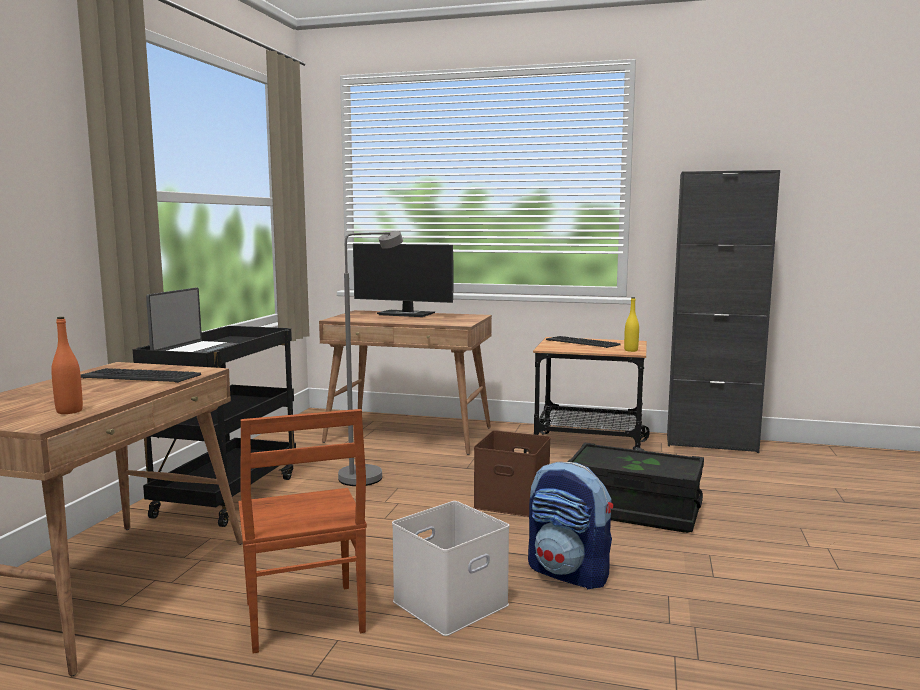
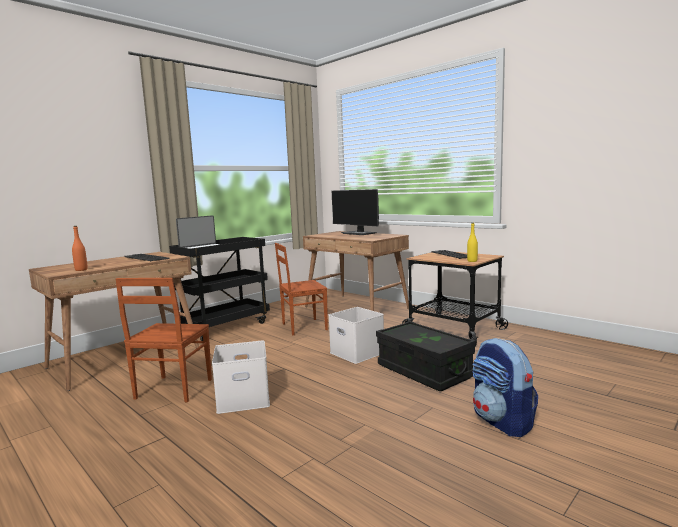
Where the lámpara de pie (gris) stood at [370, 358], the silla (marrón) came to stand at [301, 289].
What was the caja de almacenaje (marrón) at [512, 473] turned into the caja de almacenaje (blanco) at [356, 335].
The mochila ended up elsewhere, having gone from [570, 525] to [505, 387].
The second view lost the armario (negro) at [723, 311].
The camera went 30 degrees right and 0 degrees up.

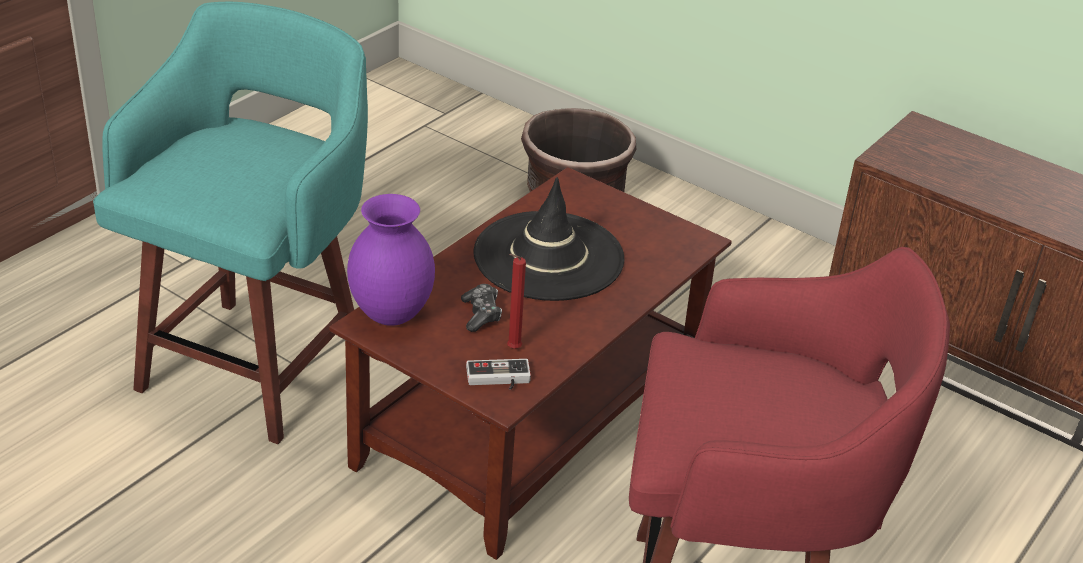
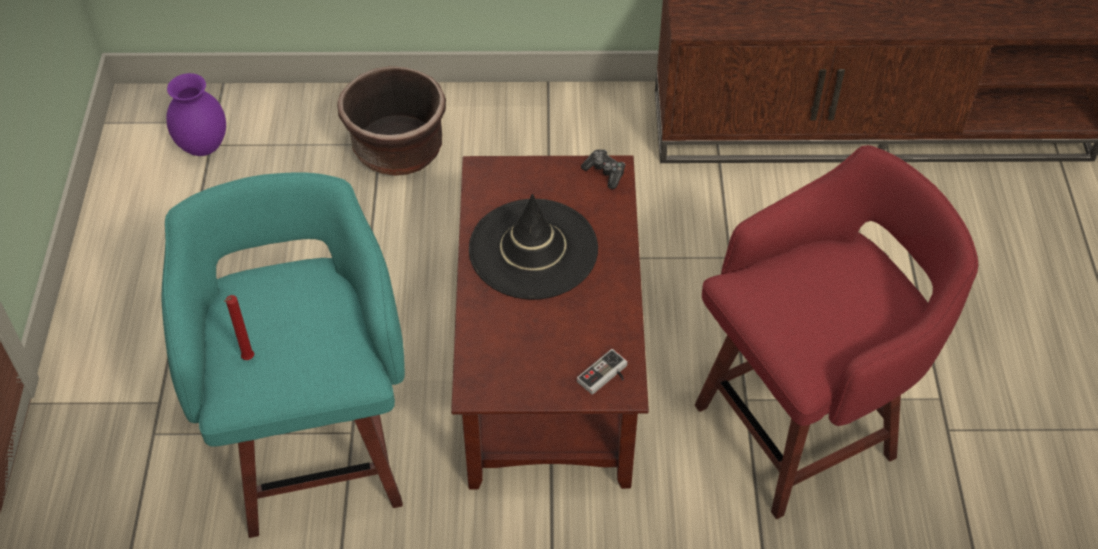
The florero (morado) ended up elsewhere, having gone from [391, 260] to [196, 114].
The mando de consola ended up elsewhere, having gone from [481, 308] to [603, 169].
The vela (rojo) ended up elsewhere, having gone from [516, 301] to [239, 327].
The camera went 35 degrees left and 15 degrees up.

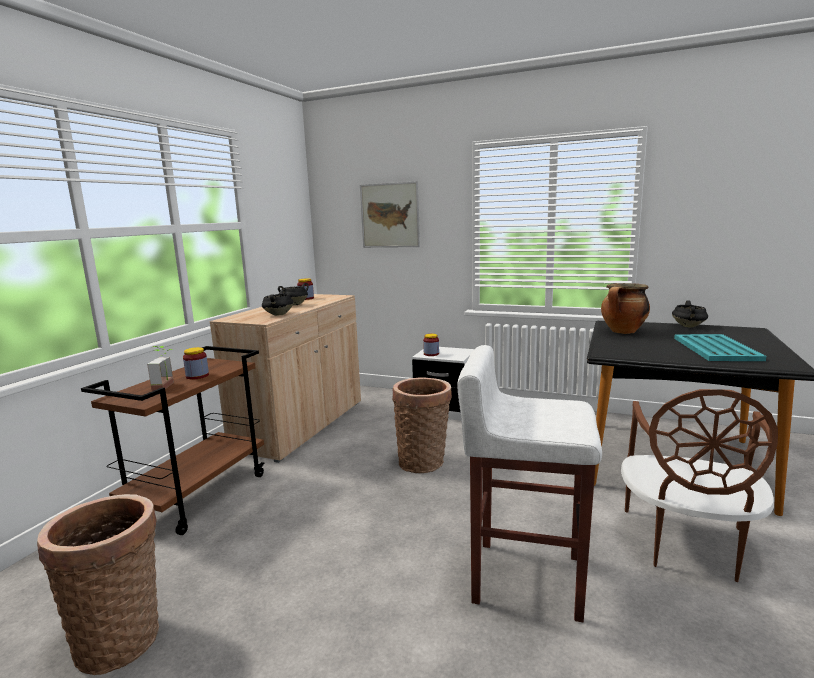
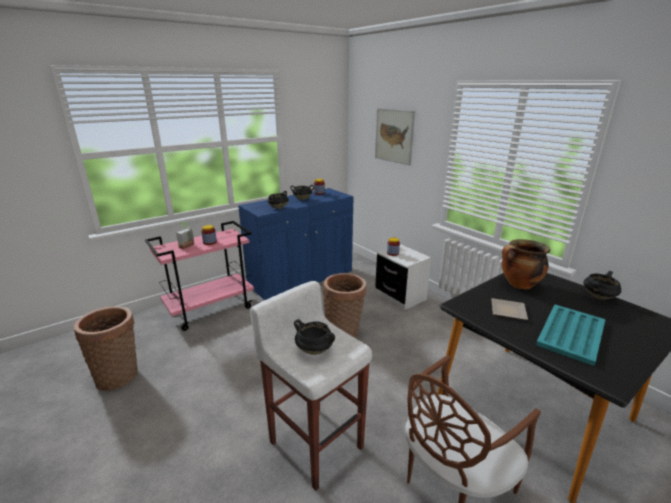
What was the carrito (marrón) at [172, 440] turned into the carrito (rosa) at [199, 276].
What was the armario (beis) at [285, 378] turned into the armario (azul) at [295, 244].
The second view gained the olla (negro) at [314, 337].
The second view gained the plato at [509, 309].
The camera went 30 degrees right and 10 degrees up.

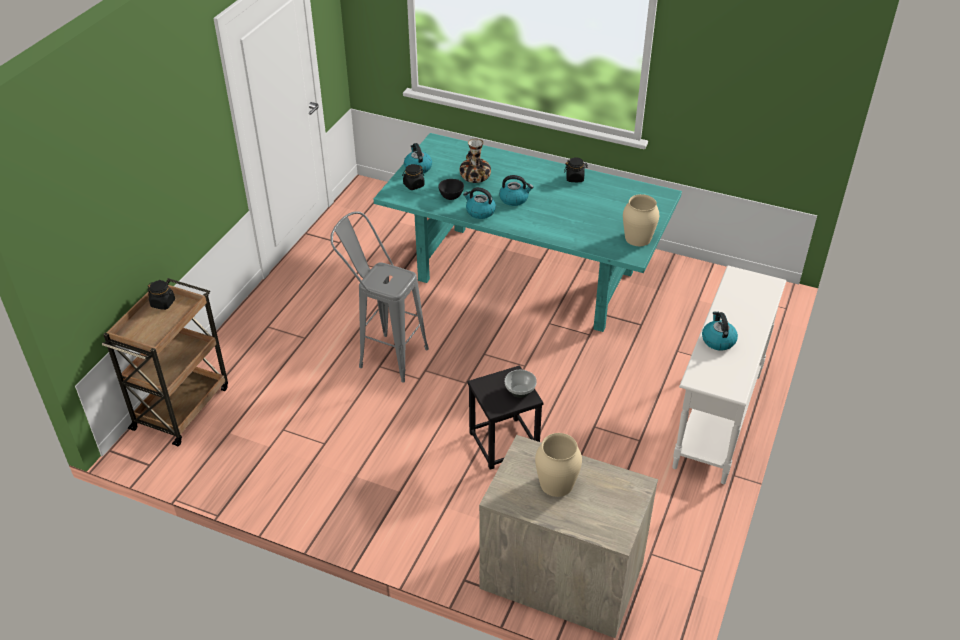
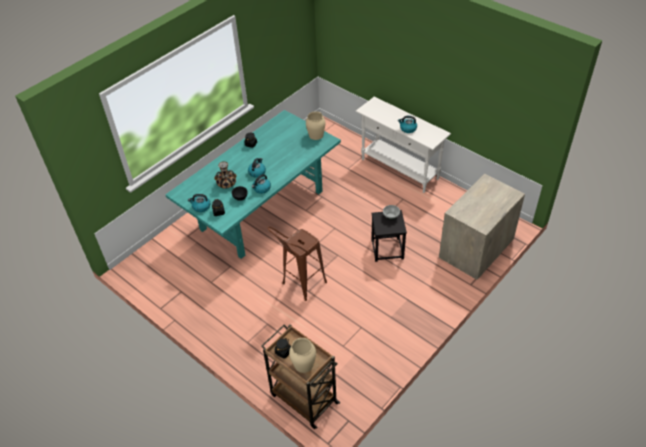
What was the taburete (gris) at [379, 297] turned into the taburete (marrón) at [297, 263].
The florero (beis) ended up elsewhere, having gone from [558, 465] to [302, 355].
The camera went 70 degrees left and 5 degrees up.

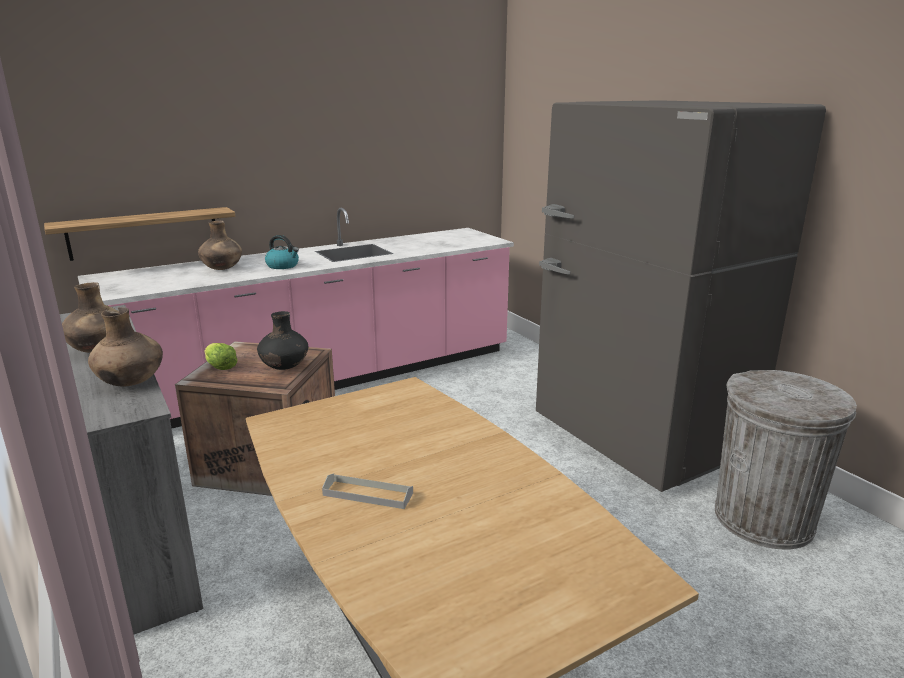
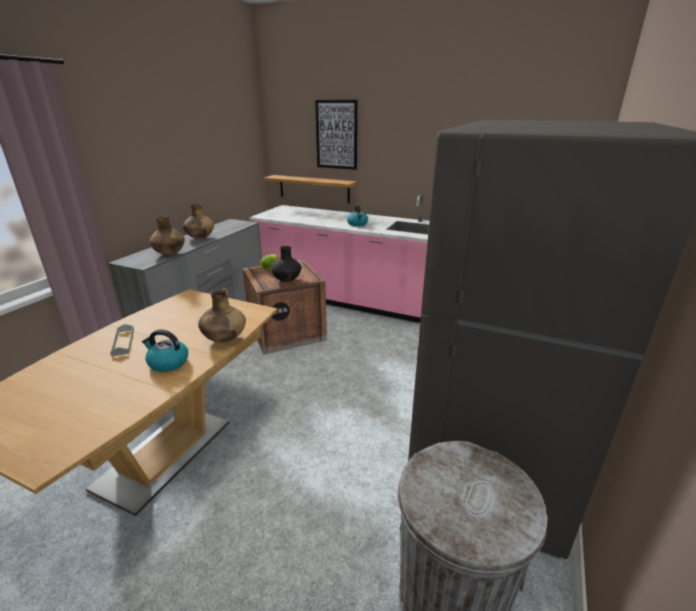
The florero (marrón) ended up elsewhere, having gone from [220, 245] to [222, 315].
The second view gained the hervidor at [165, 350].
The second view gained the cuadro at [336, 135].
The camera went 55 degrees right and 5 degrees up.

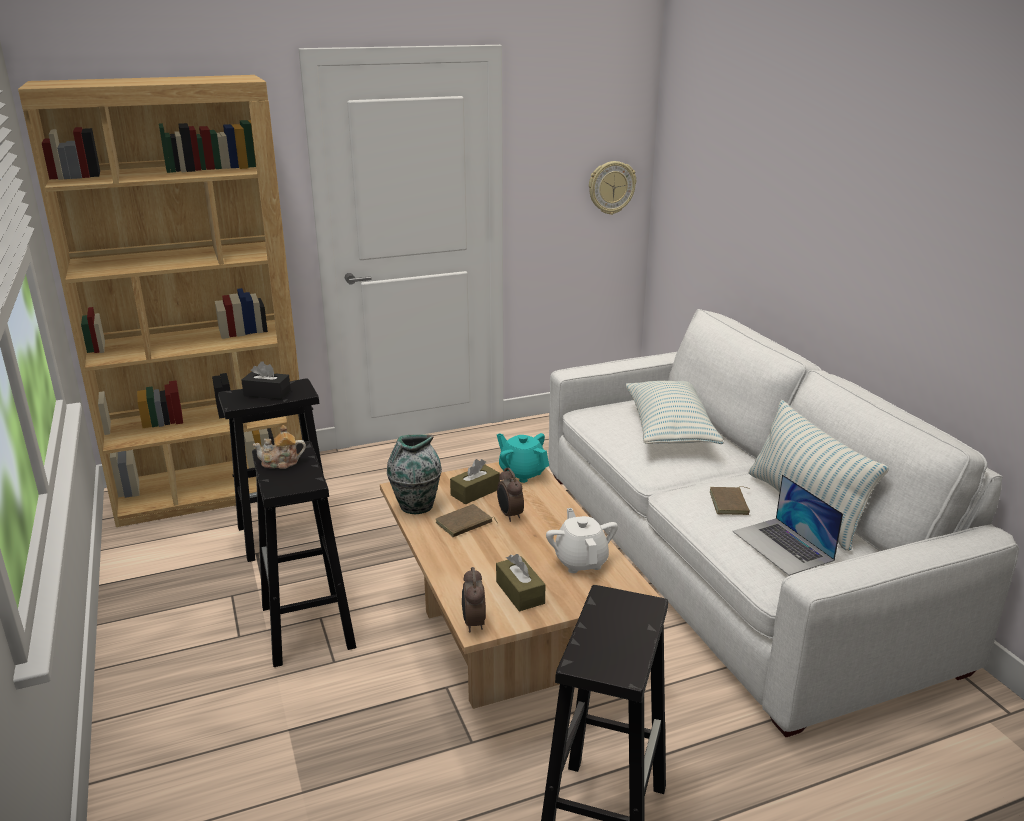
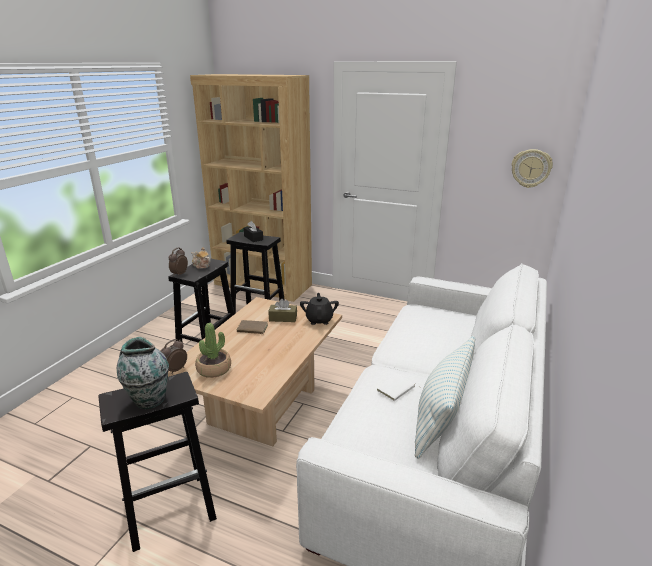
The florero ended up elsewhere, having gone from [414, 474] to [143, 373].
Where the caja de pañuelos (marrón) stood at [520, 582], the planta en maceta came to stand at [213, 350].
What was the tetera (turquesa) at [523, 458] turned into the tetera (negro) at [319, 309].
The despertador ended up elsewhere, having gone from [510, 495] to [178, 262].
The second view lost the tetera (blanco) at [582, 540].
The second view lost the cojín at [675, 412].
What was the libro (marrón) at [730, 500] turned into the libro (blanco) at [399, 387].
The second view lost the portátil at [788, 525].
The camera went 45 degrees right and 0 degrees up.

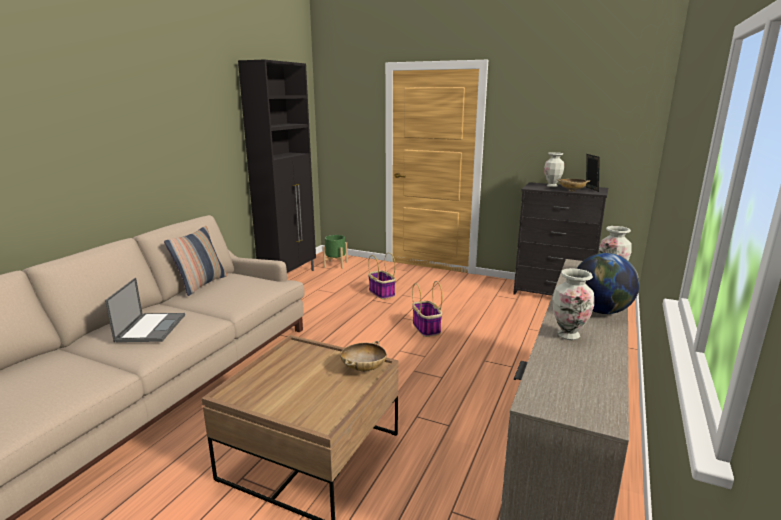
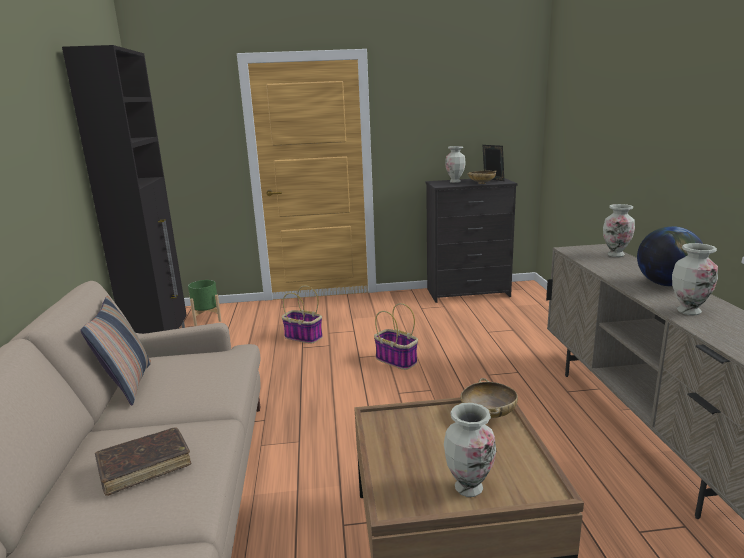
Where the portátil stood at [145, 310], the libro (marrón) came to stand at [143, 461].
The second view gained the florero at [470, 450].
The camera went 30 degrees left and 0 degrees up.

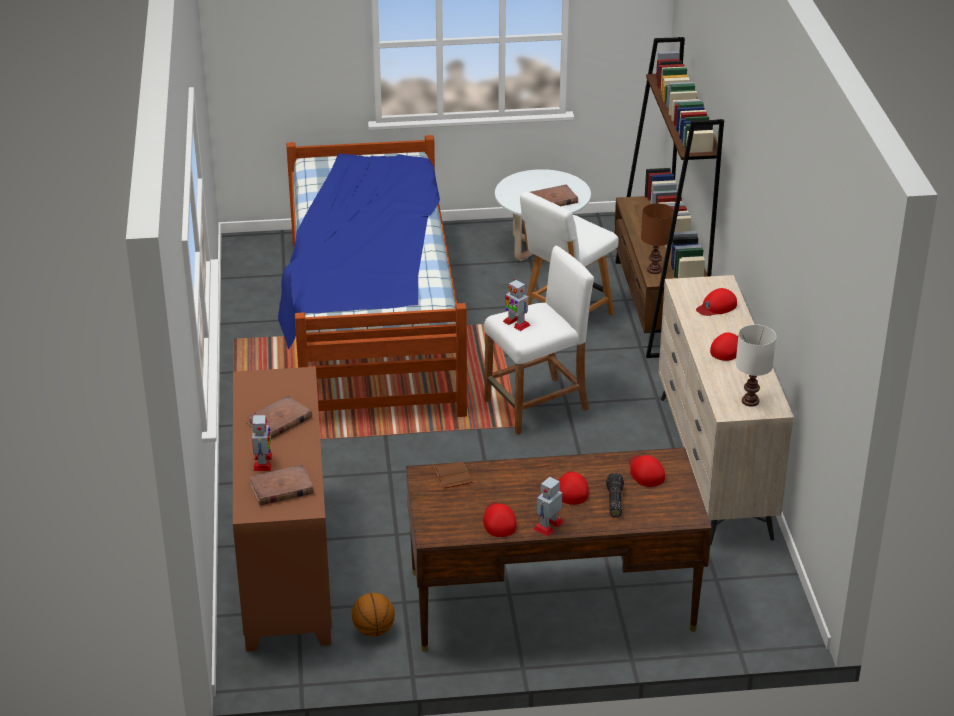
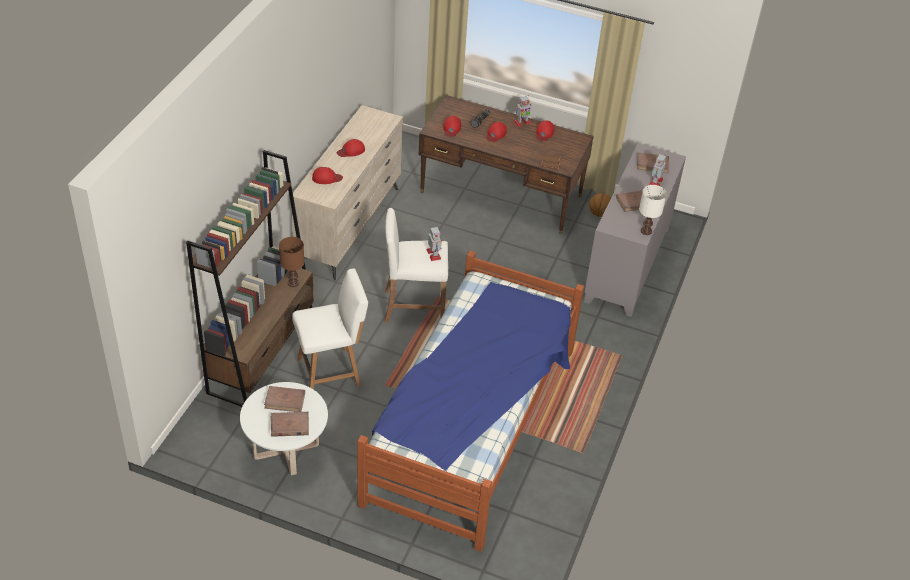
What was the armario (marrón) at [282, 509] turned into the armario (gris) at [635, 230].
The lámpara de mesa (blanco) ended up elsewhere, having gone from [756, 366] to [653, 210].
The second view gained the libro (marrón) at [290, 424].
The camera went 155 degrees left and 10 degrees up.

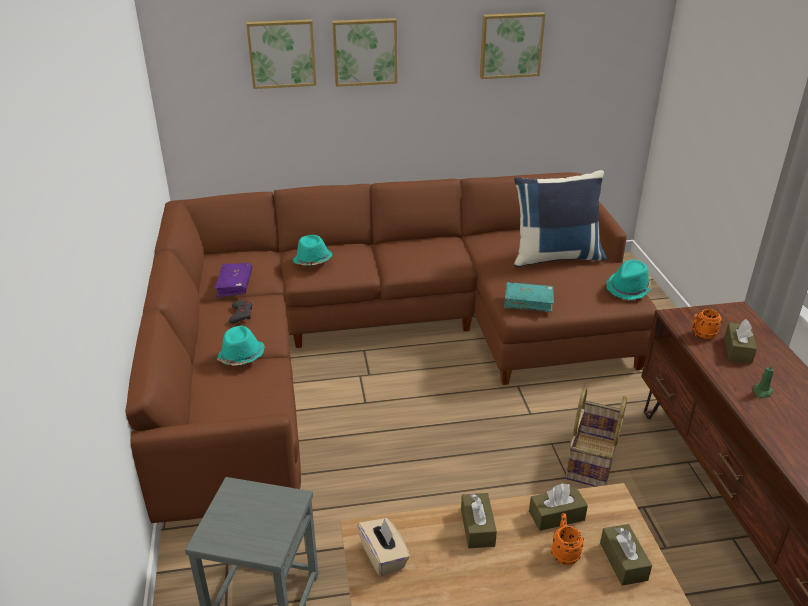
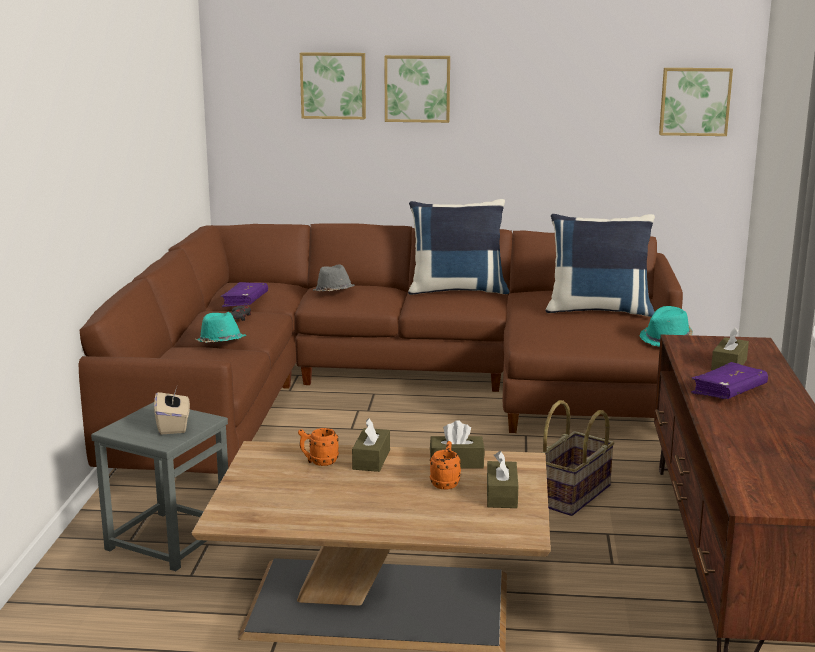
What was the sombrero (turquesa) at [312, 250] turned into the sombrero (gris) at [334, 277].
The caja de pañuelos (beis) ended up elsewhere, having gone from [383, 547] to [172, 409].
The cuadro ended up elsewhere, having gone from [512, 45] to [696, 102].
The second view lost the libro (turquesa) at [529, 297].
The taza grande (naranja) ended up elsewhere, having gone from [707, 324] to [318, 447].
Where the vela (verde) stood at [763, 381], the libro (morado) came to stand at [729, 380].
The second view gained the cojín (azul) at [459, 247].
The camera went 15 degrees right and 15 degrees down.

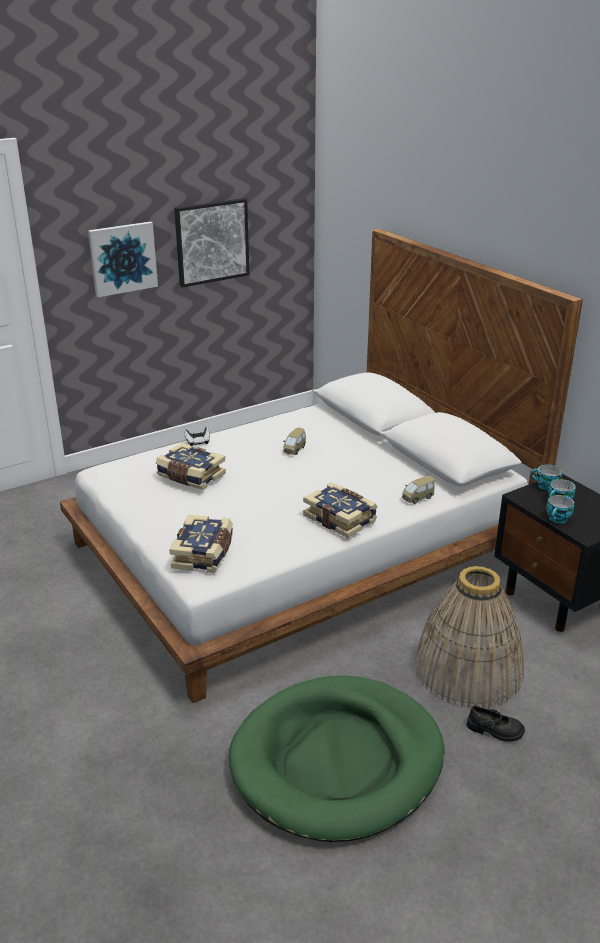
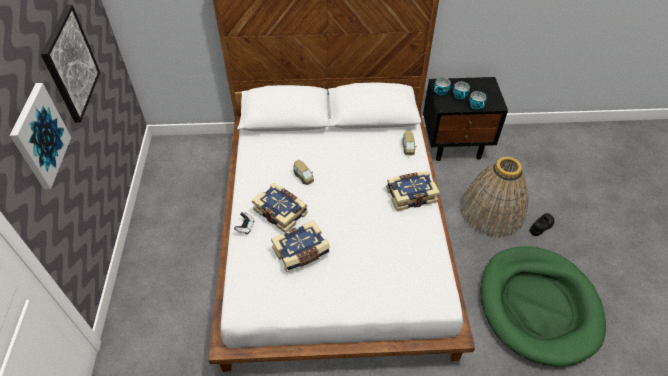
The libro ended up elsewhere, having gone from [201, 544] to [280, 208].
The camera went 60 degrees left and 20 degrees up.

